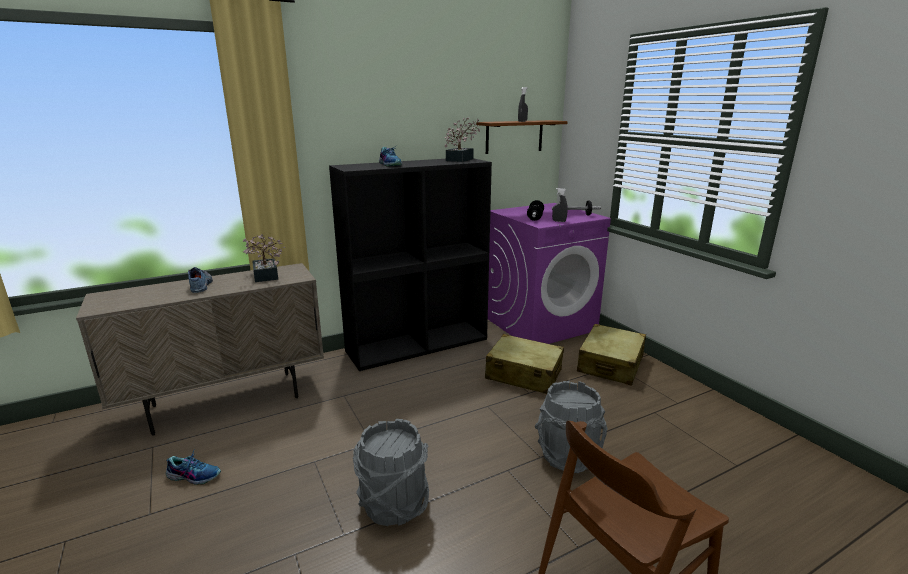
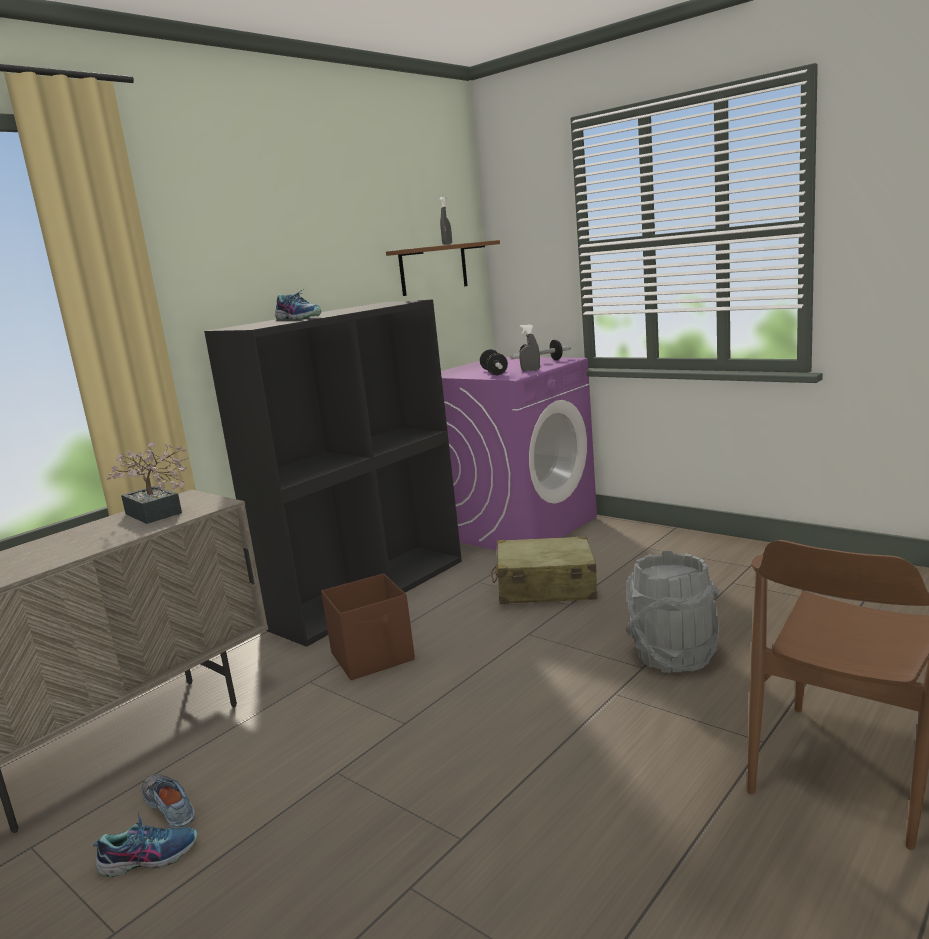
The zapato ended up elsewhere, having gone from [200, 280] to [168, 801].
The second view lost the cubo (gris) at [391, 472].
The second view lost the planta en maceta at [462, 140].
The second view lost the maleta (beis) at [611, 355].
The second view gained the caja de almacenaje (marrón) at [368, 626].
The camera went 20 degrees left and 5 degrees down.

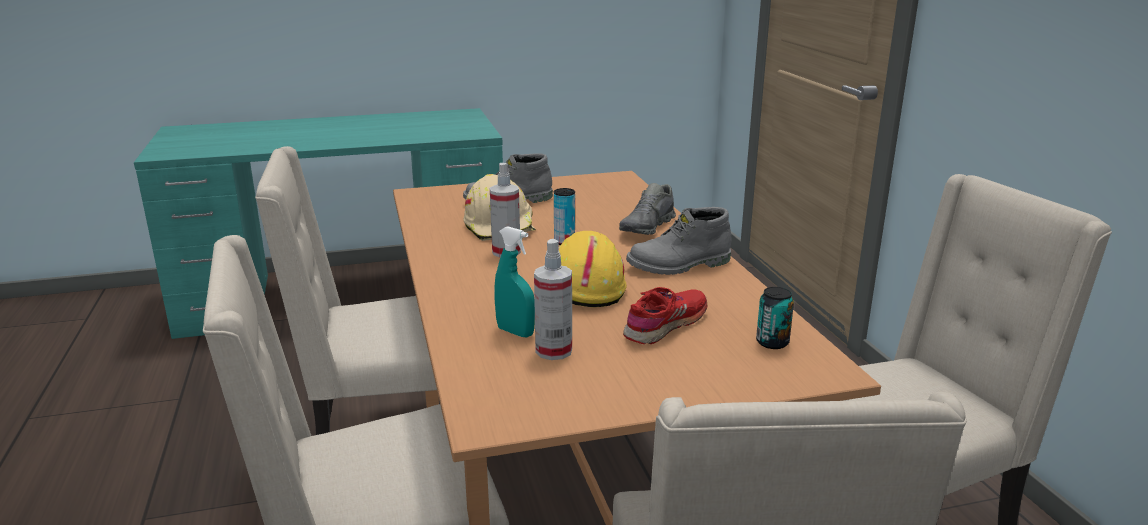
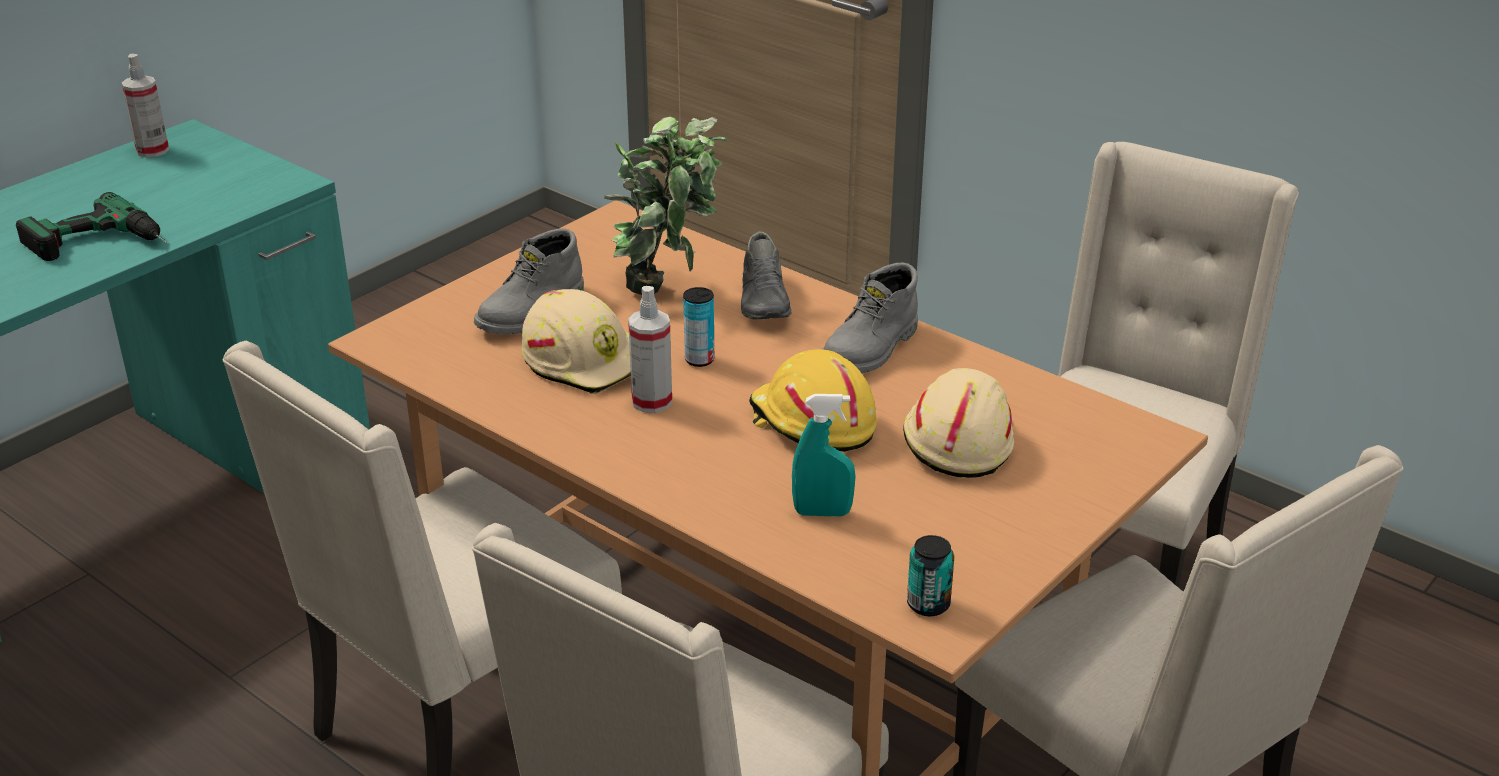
The pulverizador ended up elsewhere, having gone from [553, 299] to [145, 105].
Where the zapato (rojo) stood at [665, 315], the casco (beis) came to stand at [958, 423].
The lata ended up elsewhere, having gone from [775, 318] to [930, 575].
The second view gained the taladro at [92, 226].
The second view gained the planta en maceta at [666, 206].
The camera went 35 degrees left and 10 degrees up.

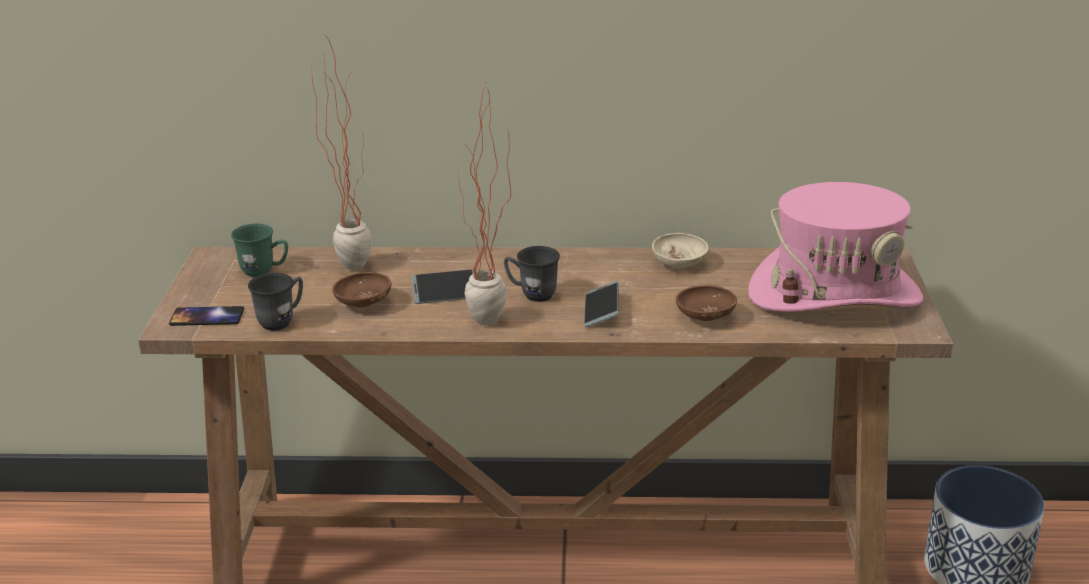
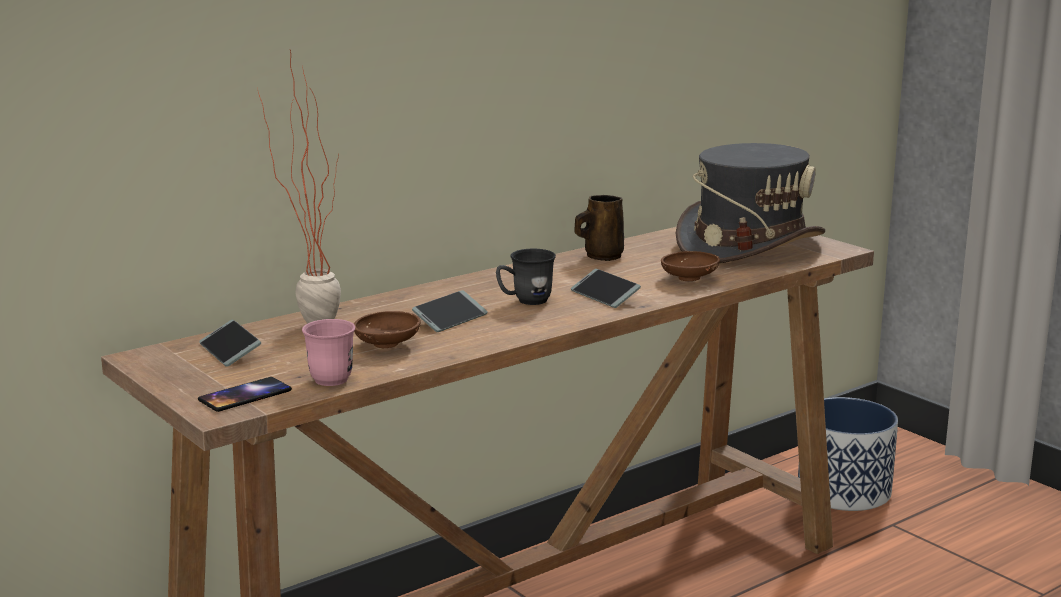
Where the taza grande (verde) stood at [259, 250], the móvil came to stand at [230, 343].
What was the taza grande (gris) at [275, 302] turned into the taza grande (rosa) at [328, 352].
The second view lost the planta en maceta at [484, 202].
Where the cuenco (beis) stood at [680, 251], the taza grande (marrón) came to stand at [599, 228].
What was the sombrero (rosa) at [835, 247] turned into the sombrero (gris) at [750, 203].
The camera went 40 degrees left and 10 degrees down.

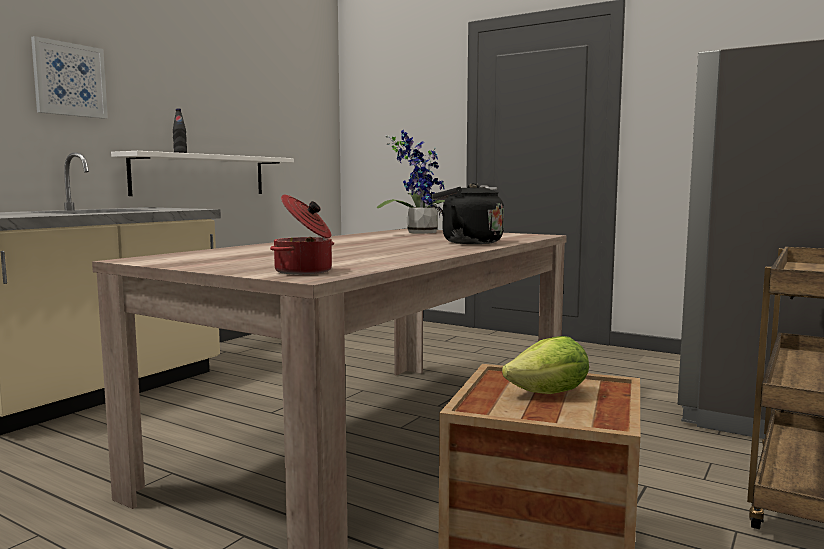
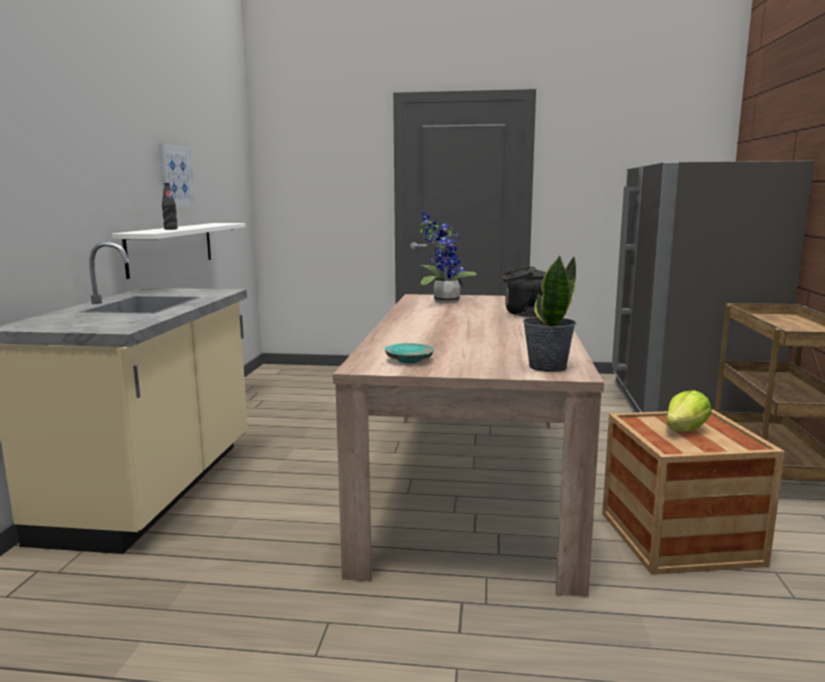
The cuadro ended up elsewhere, having gone from [69, 77] to [177, 175].
Where the olla stood at [302, 234], the planta en maceta came to stand at [549, 313].
The second view gained the plato (turquesa) at [409, 353].
The camera went 25 degrees left and 5 degrees up.

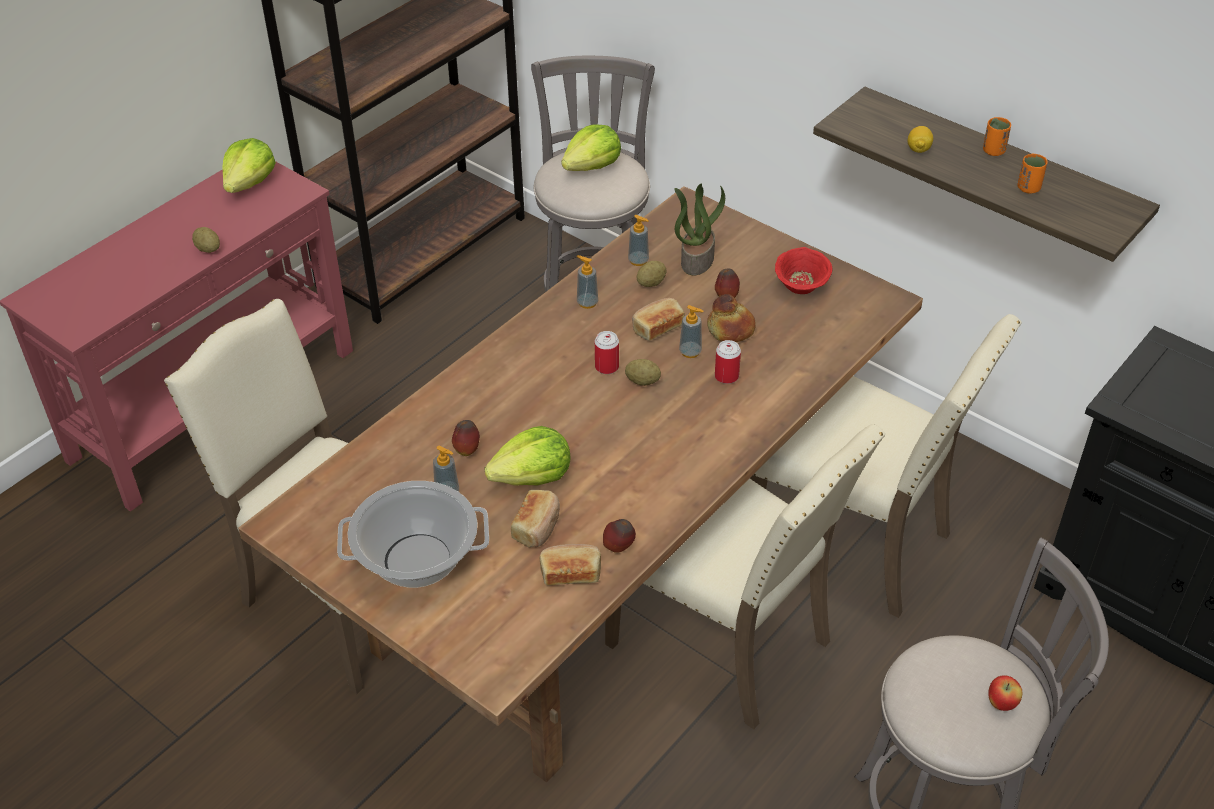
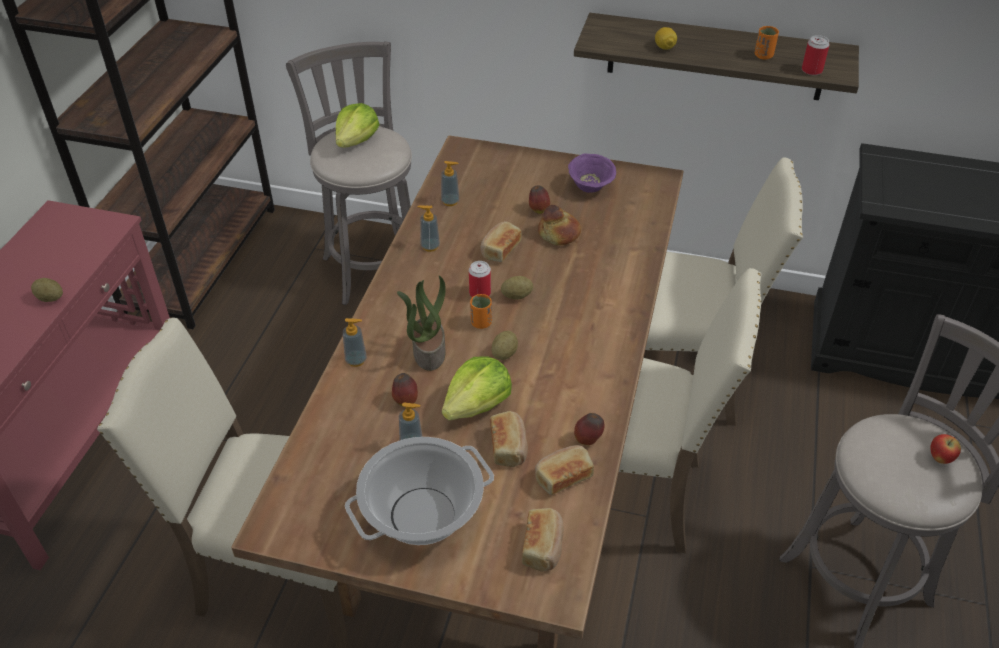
The second view lost the lechuga at [249, 165].
The patata ended up elsewhere, having gone from [651, 274] to [505, 345].
The planta en maceta ended up elsewhere, having gone from [699, 229] to [421, 323].
The dispensador de jabón ended up elsewhere, having gone from [691, 331] to [355, 342].
The lata ended up elsewhere, having gone from [728, 362] to [816, 55].
What was the cuenco (rojo) at [804, 270] turned into the cuenco (morado) at [592, 173].
The taza (naranja) ended up elsewhere, having gone from [997, 136] to [481, 311].
The second view gained the pan at [543, 540].
The camera went 25 degrees left and 0 degrees up.

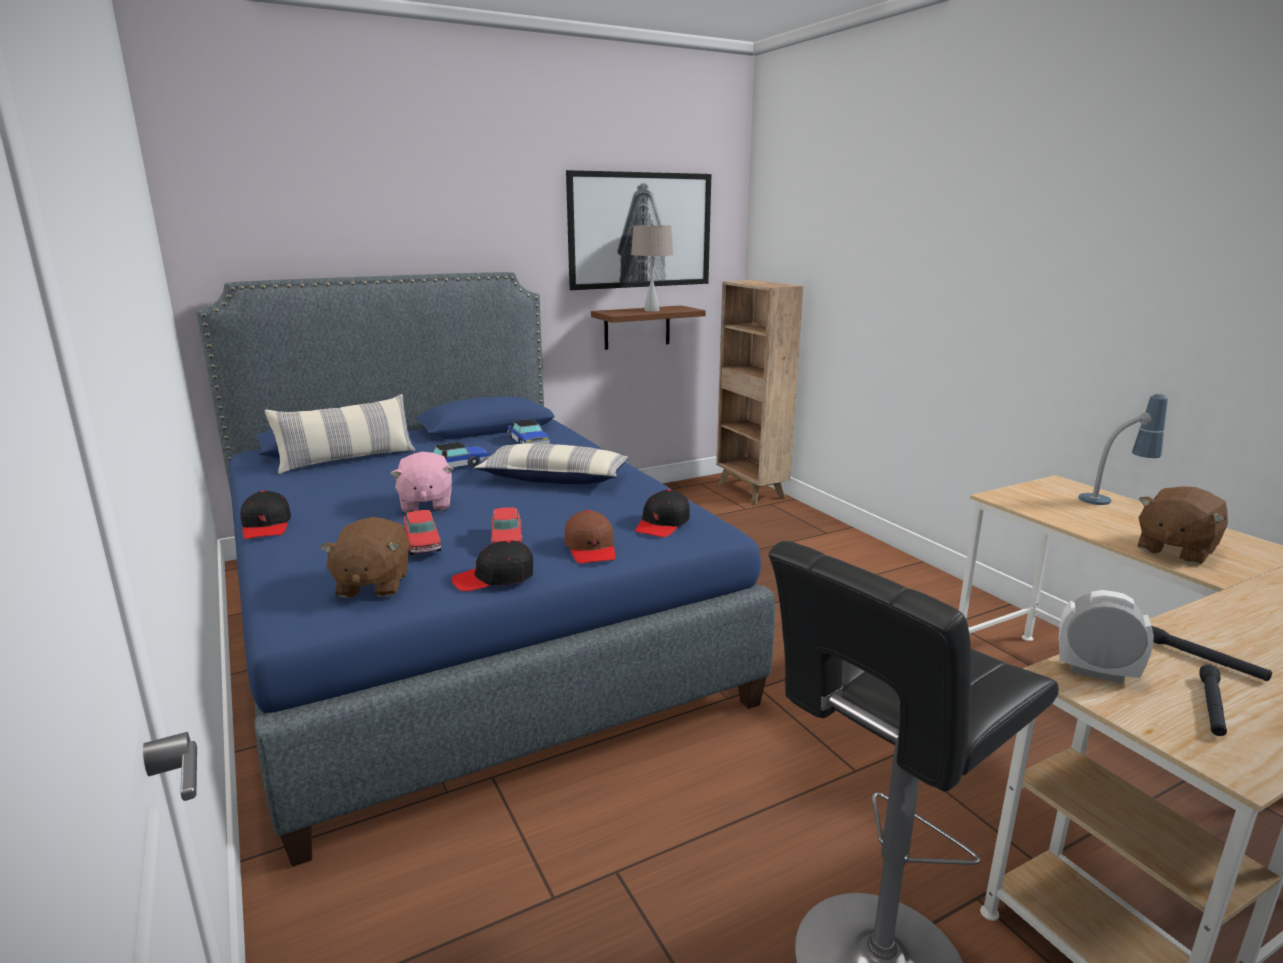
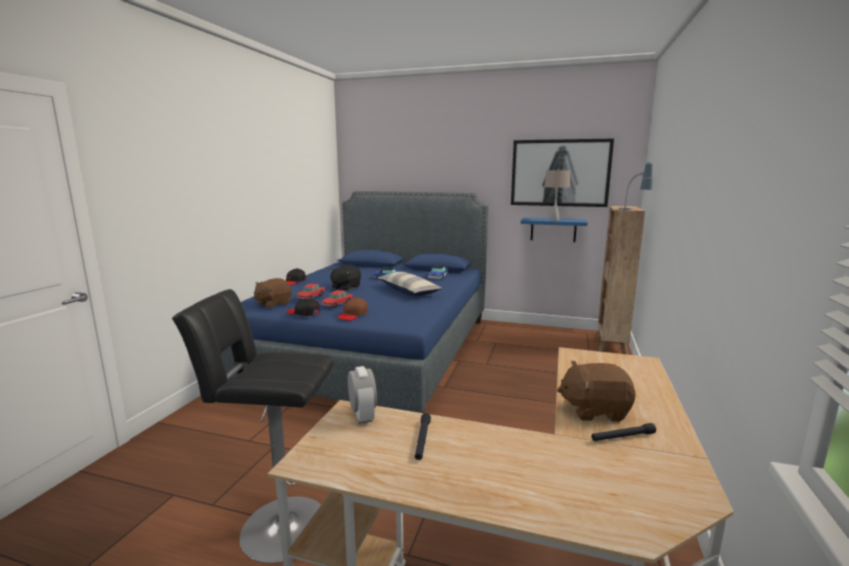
The second view lost the cojín at [340, 434].
What was the peluche (rosa) at [422, 482] turned into the peluche (negro) at [345, 278].
What was the estante (marrón) at [648, 327] turned into the estante (azul) at [554, 229].
The second view lost the gorra (negro) at [662, 513].
The lámpara de mesa ended up elsewhere, having gone from [1123, 449] to [636, 186].
The linterna (negro) ended up elsewhere, having gone from [1213, 700] to [623, 432].
The camera went 45 degrees right and 5 degrees down.

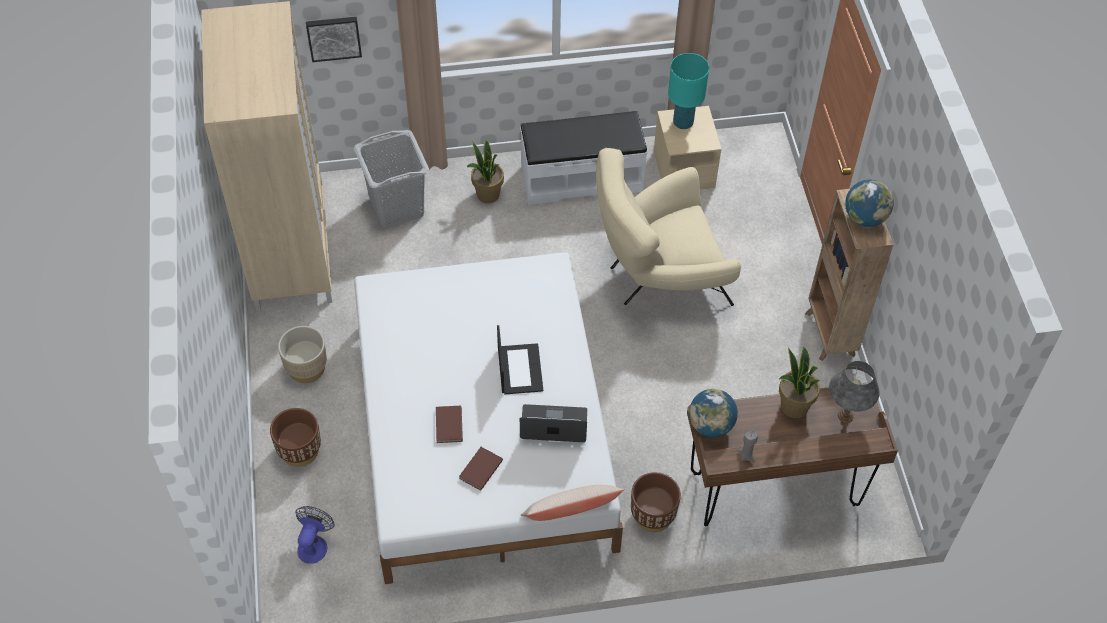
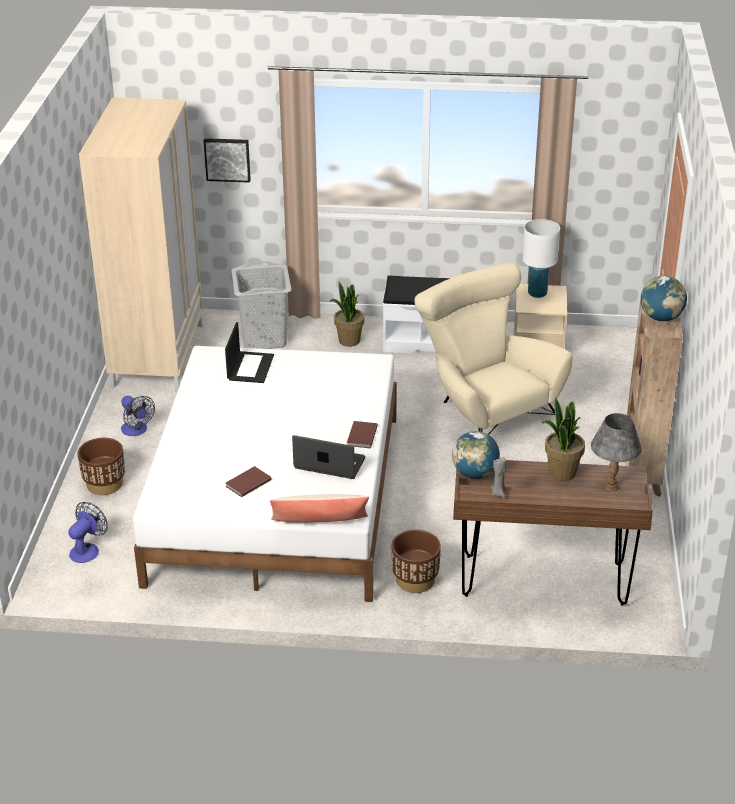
Where the maceta (beis) stood at [302, 354], the ventilador came to stand at [138, 416].
The libro (marrón) ended up elsewhere, having gone from [449, 424] to [362, 434].
The portátil ended up elsewhere, having gone from [520, 359] to [249, 352].
The sillón (beis) at [668, 227] ended up facing another way, 60 degrees clockwise from before.
What was the lámpara de mesa (turquesa) at [688, 91] turned into the lámpara de mesa (blanco) at [541, 258].
The camera went 15 degrees right and 20 degrees down.

